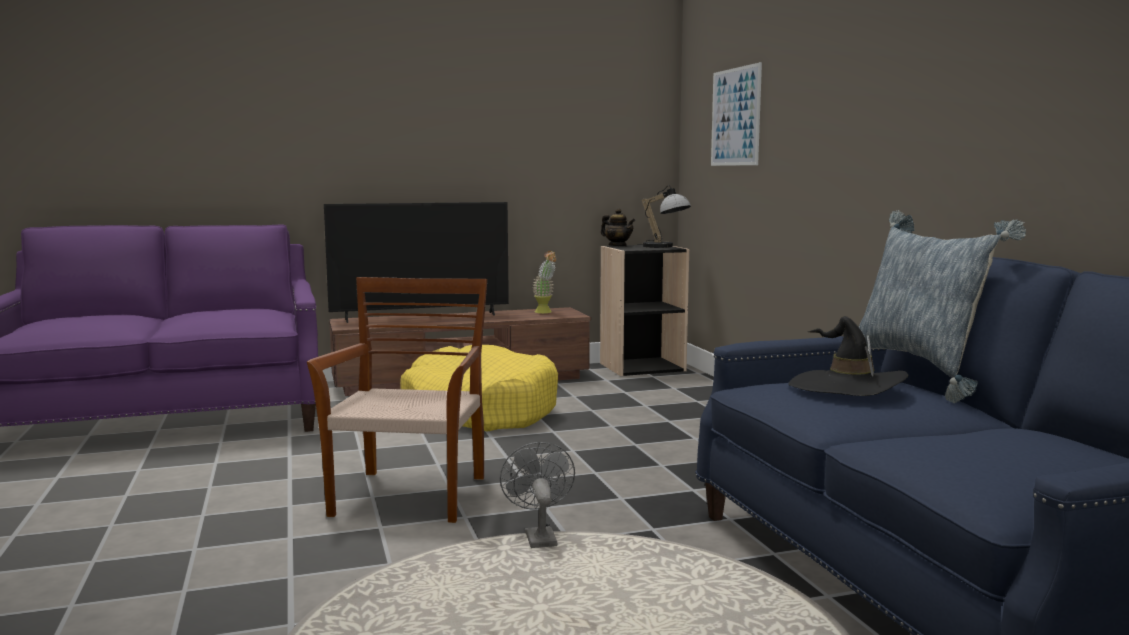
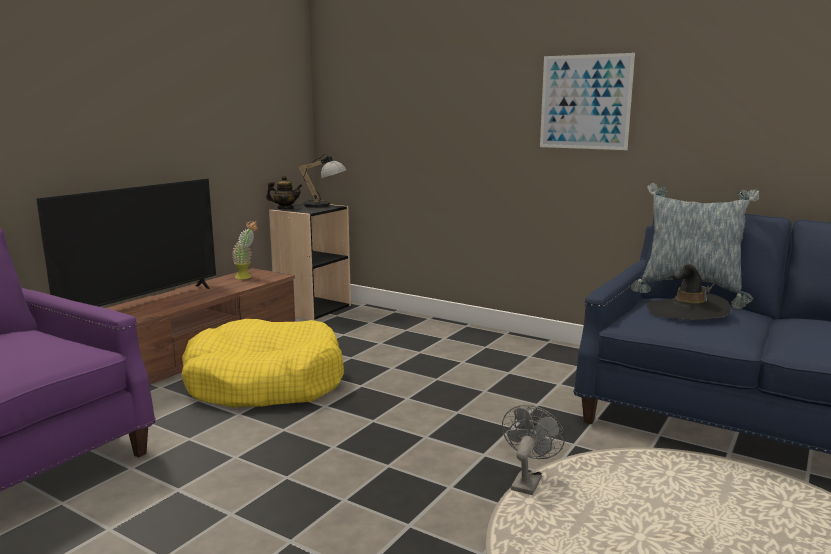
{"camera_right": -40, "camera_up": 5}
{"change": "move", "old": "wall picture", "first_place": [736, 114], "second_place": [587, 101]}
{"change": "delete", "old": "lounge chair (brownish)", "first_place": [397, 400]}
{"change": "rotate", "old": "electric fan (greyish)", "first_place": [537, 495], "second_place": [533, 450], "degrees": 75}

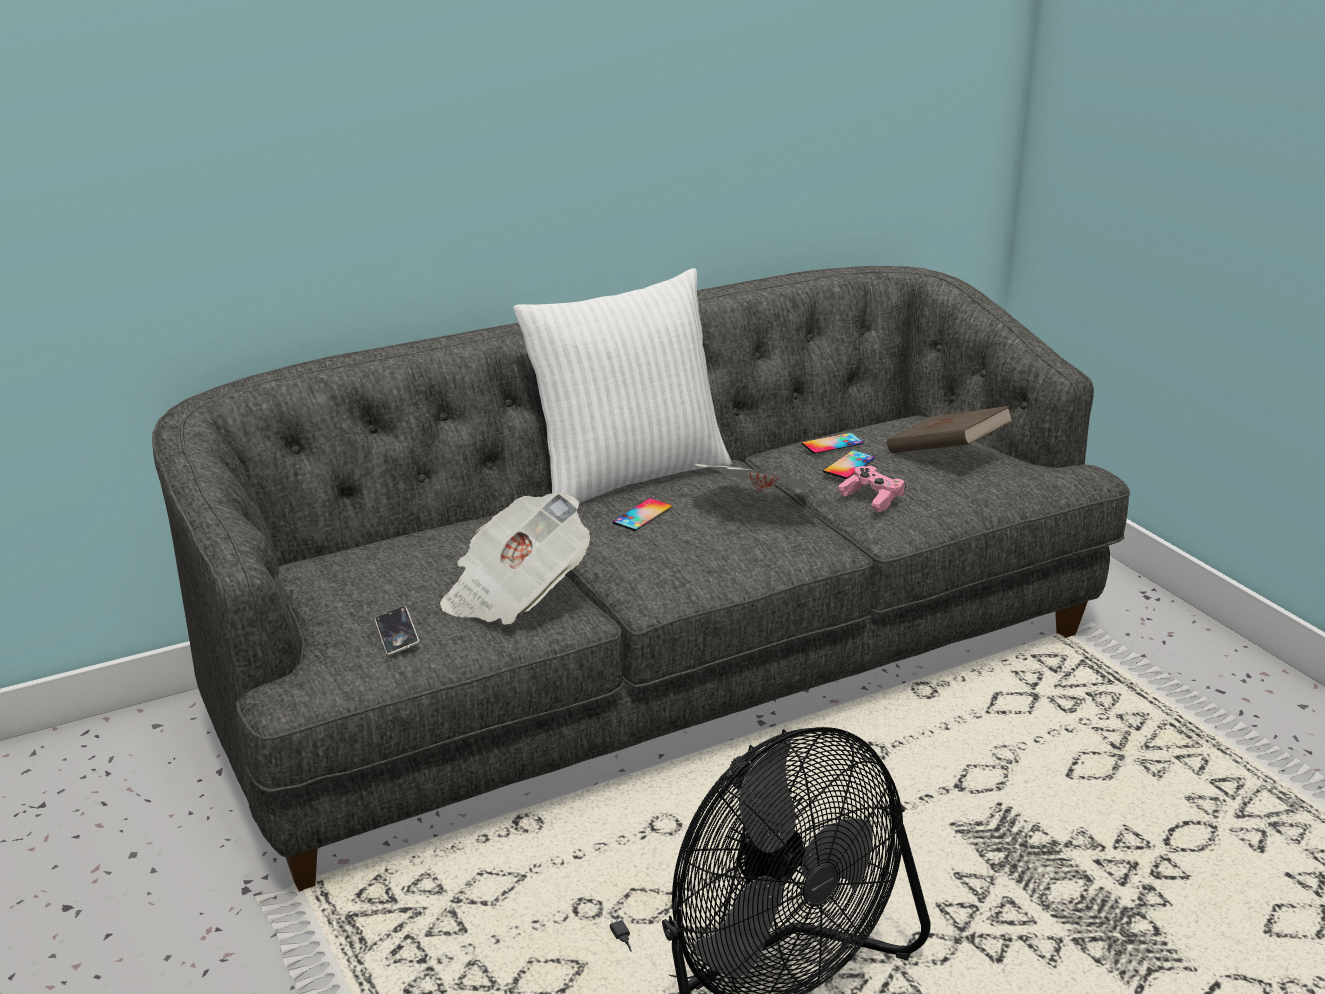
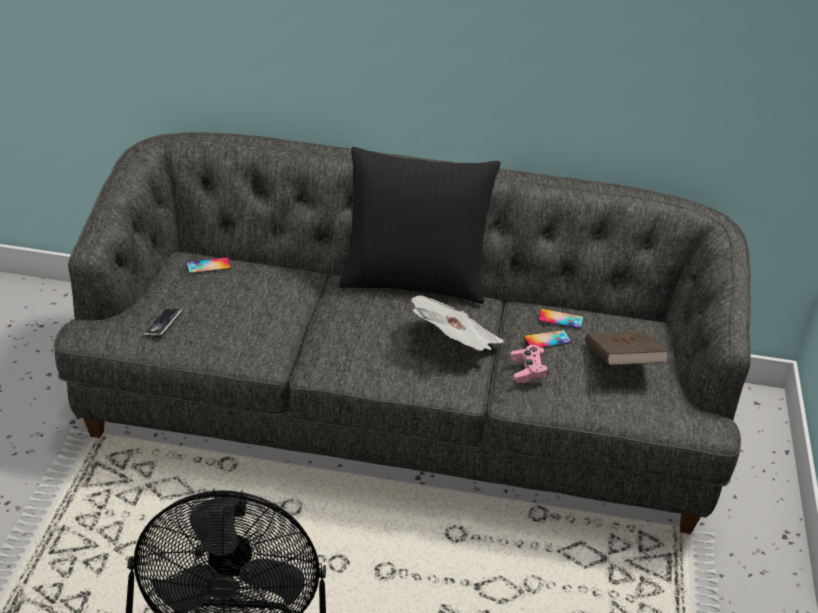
{"camera_right": 35, "camera_up": 10}
{"change": "recolor", "old": "throw pillow (white)", "new": "throw pillow (blackish)", "first_place": [622, 385], "second_place": [420, 225]}
{"change": "delete", "old": "daily paper", "first_place": [515, 559]}
{"change": "move", "old": "handset", "first_place": [642, 514], "second_place": [208, 265]}

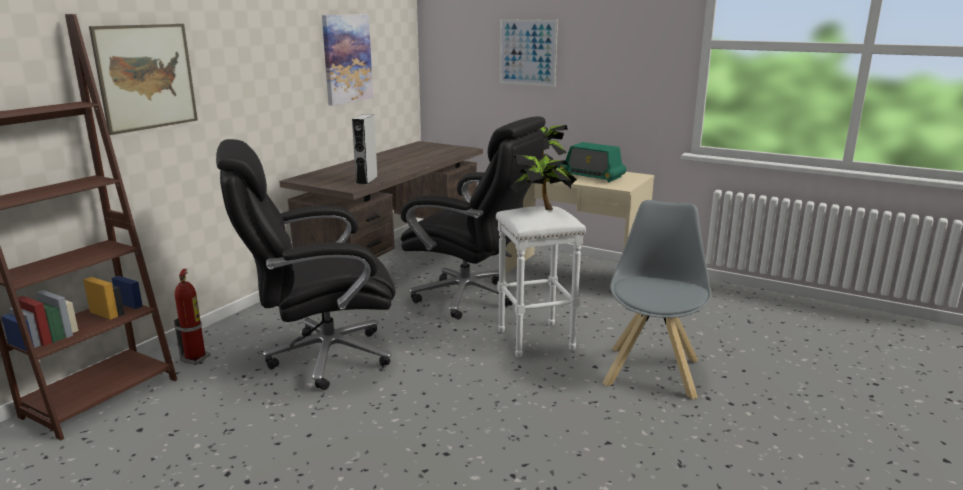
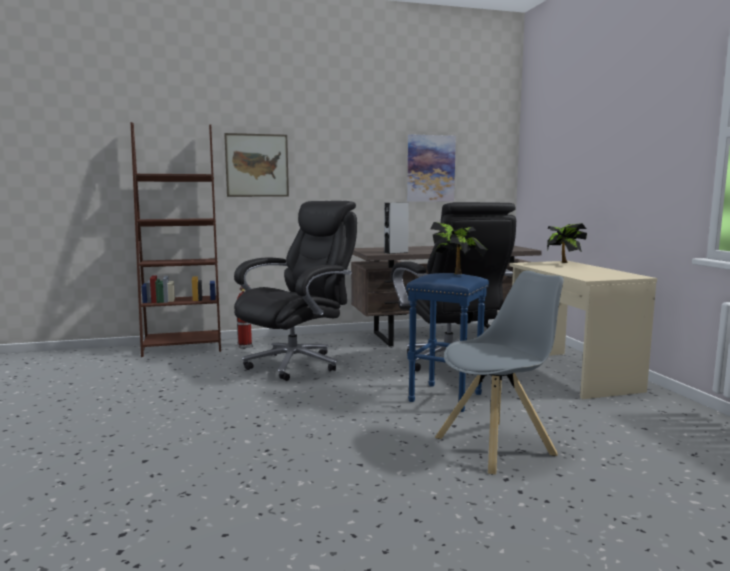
{"camera_right": 45, "camera_up": -10}
{"change": "delete", "old": "wall picture", "first_place": [529, 52]}
{"change": "rotate", "old": "desk chair (blackish)", "first_place": [306, 264], "second_place": [295, 291], "degrees": 105}
{"change": "delete", "old": "radio receiver", "first_place": [592, 162]}
{"change": "recolor", "old": "sitting stool (white)", "new": "sitting stool (blue-coloured)", "first_place": [541, 282], "second_place": [447, 342]}

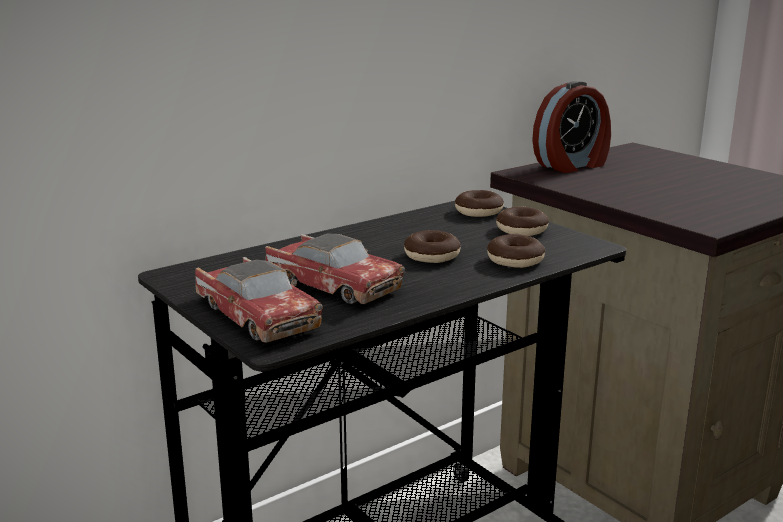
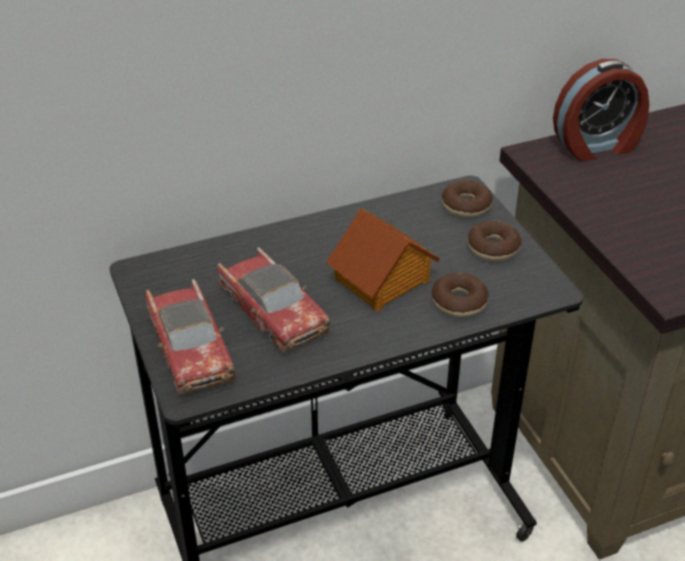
{"camera_right": 15, "camera_up": 20}
{"change": "replace", "old": "ring doughnut", "new": "model house", "first_place": [432, 246], "second_place": [383, 259]}

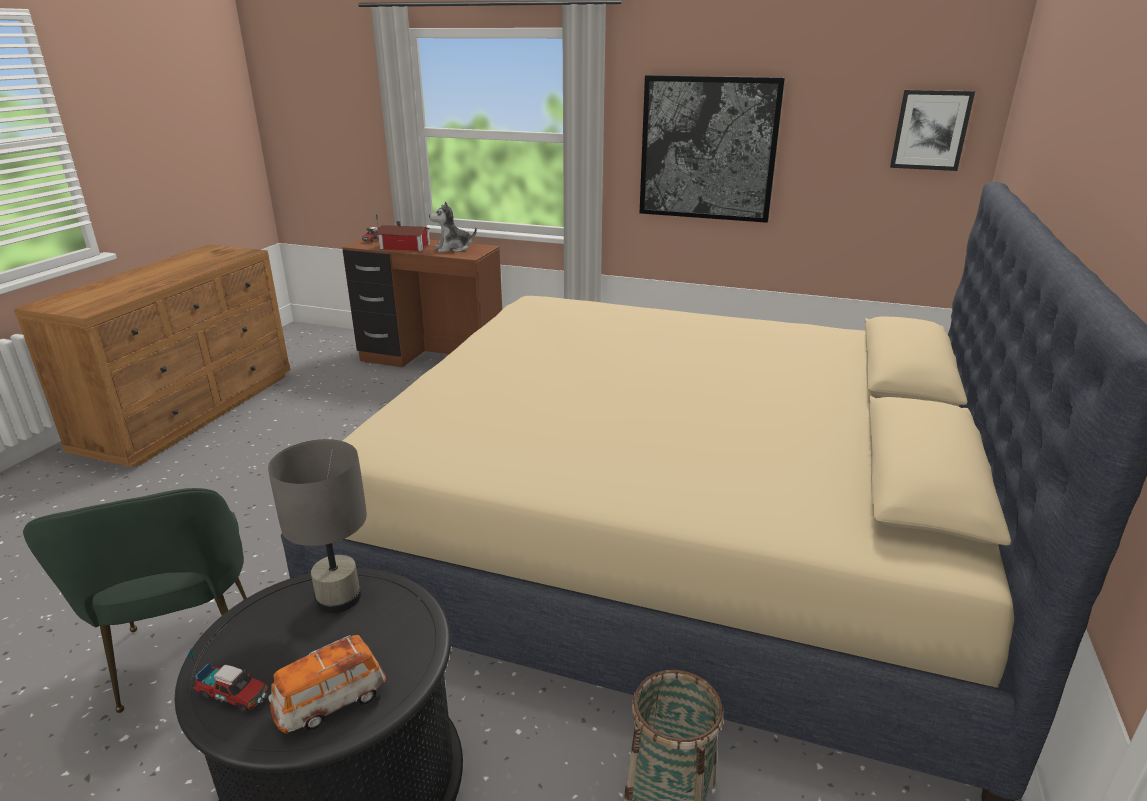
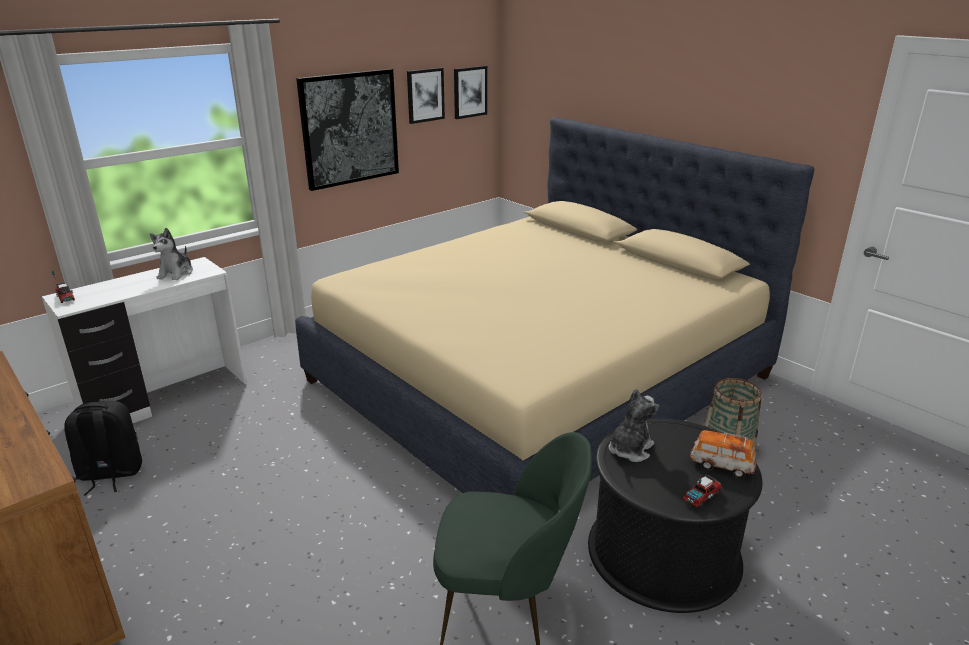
{"camera_right": -60, "camera_up": 0}
{"change": "delete", "old": "model house", "first_place": [403, 236]}
{"change": "recolor", "old": "desk (brownish)", "new": "desk (white)", "first_place": [422, 302], "second_place": [144, 340]}
{"change": "replace", "old": "table lamp (greyish)", "new": "soft toy", "first_place": [317, 526], "second_place": [634, 425]}
{"change": "rotate", "old": "model car", "first_place": [327, 684], "second_place": [723, 454], "degrees": 120}
{"change": "insert", "new": "wall picture", "second_place": [426, 96]}
{"change": "insert", "new": "rucksack (blackish)", "second_place": [103, 448]}

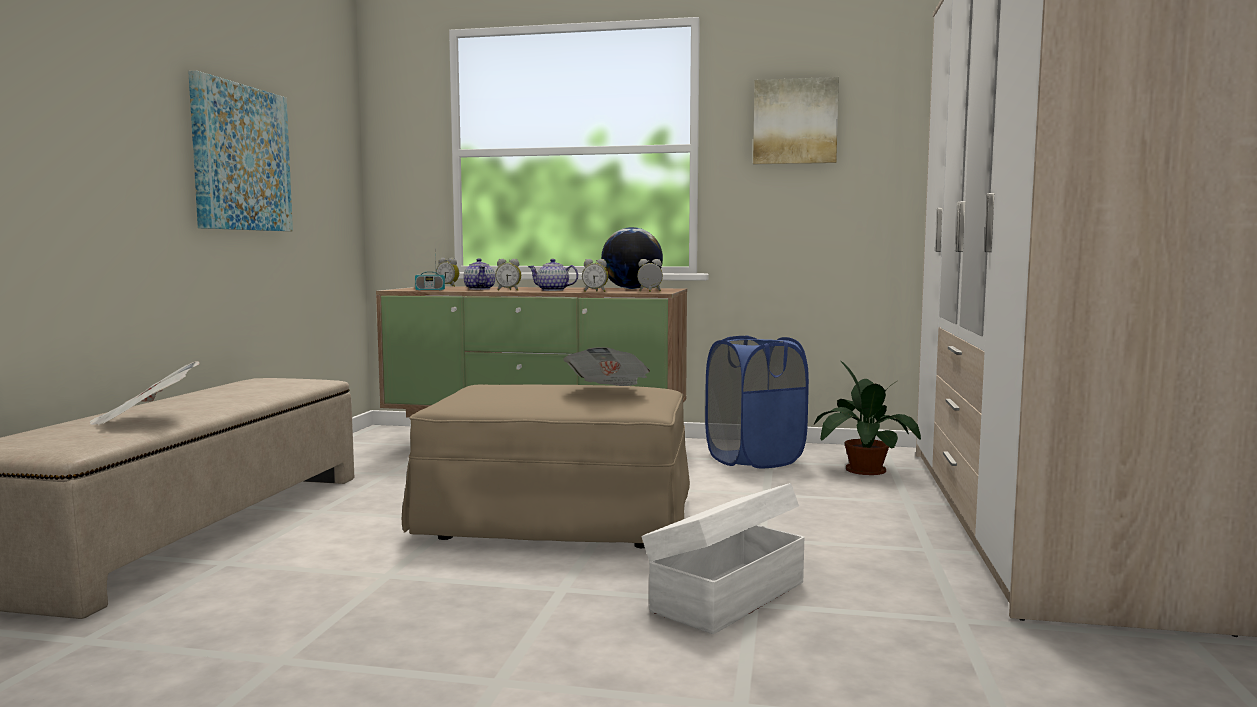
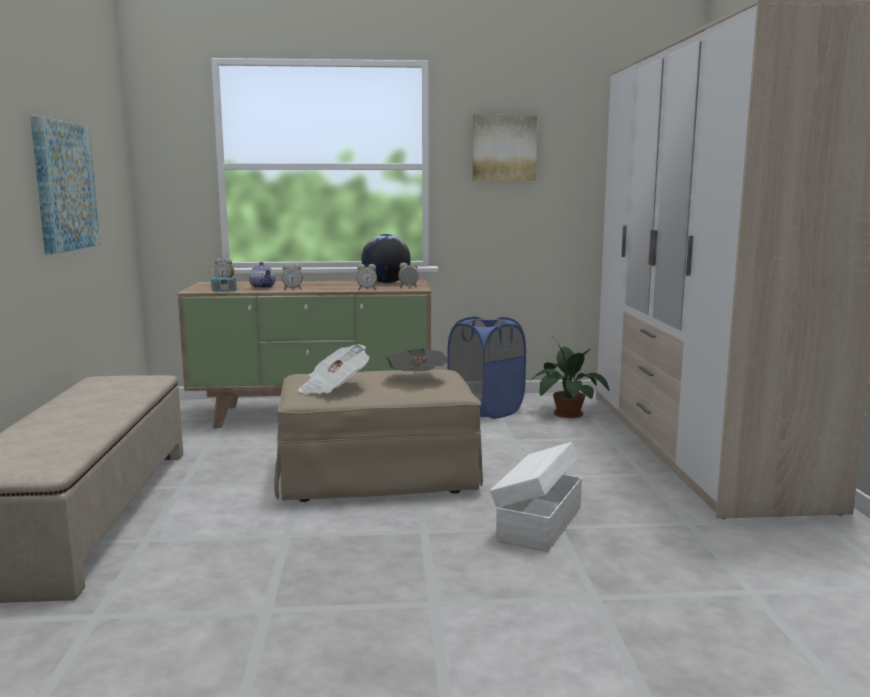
{"camera_right": -15, "camera_up": 5}
{"change": "delete", "old": "tea pot", "first_place": [553, 275]}
{"change": "move", "old": "daily paper", "first_place": [144, 393], "second_place": [333, 369]}

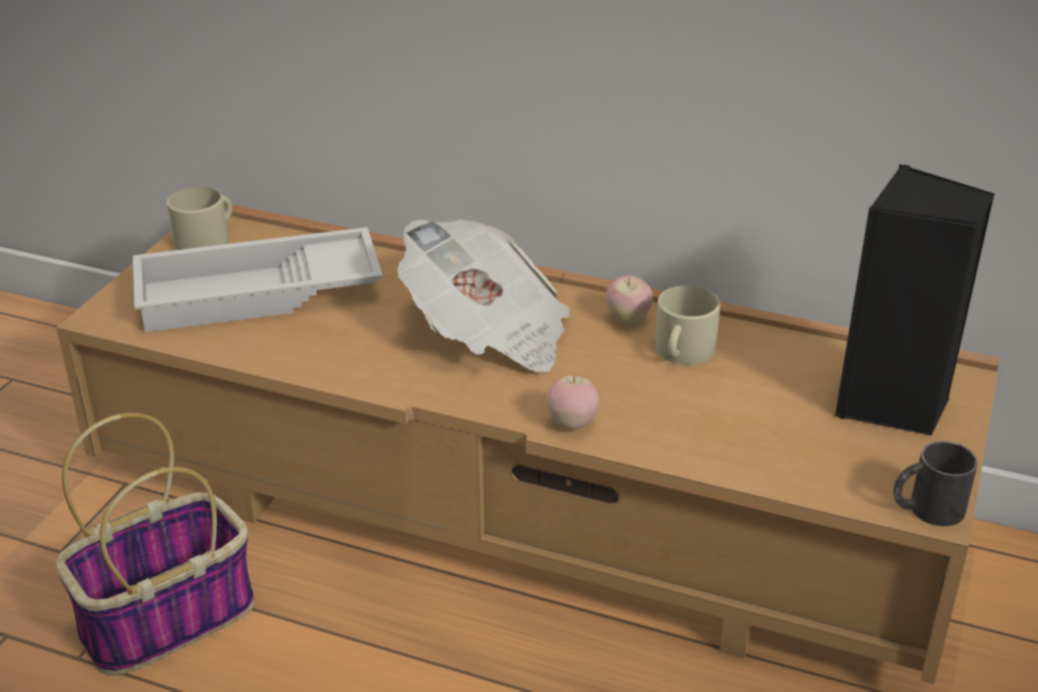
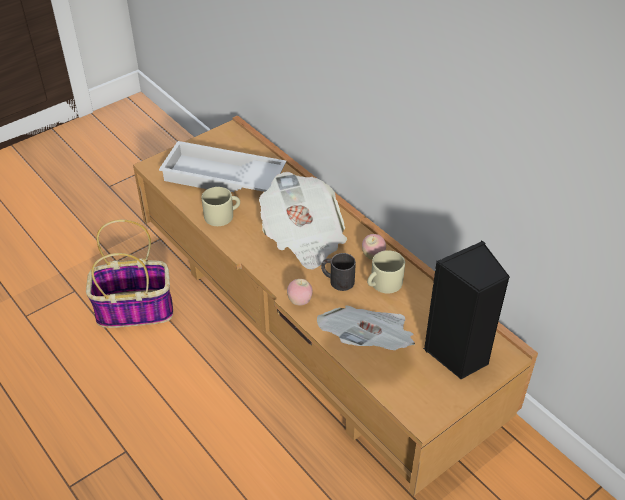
{"camera_right": 30, "camera_up": 10}
{"change": "move", "old": "tea mug (sand-coloured)", "first_place": [200, 218], "second_place": [220, 206]}
{"change": "move", "old": "tea mug (blackish)", "first_place": [935, 483], "second_place": [338, 272]}
{"change": "insert", "new": "daily paper", "second_place": [366, 327]}

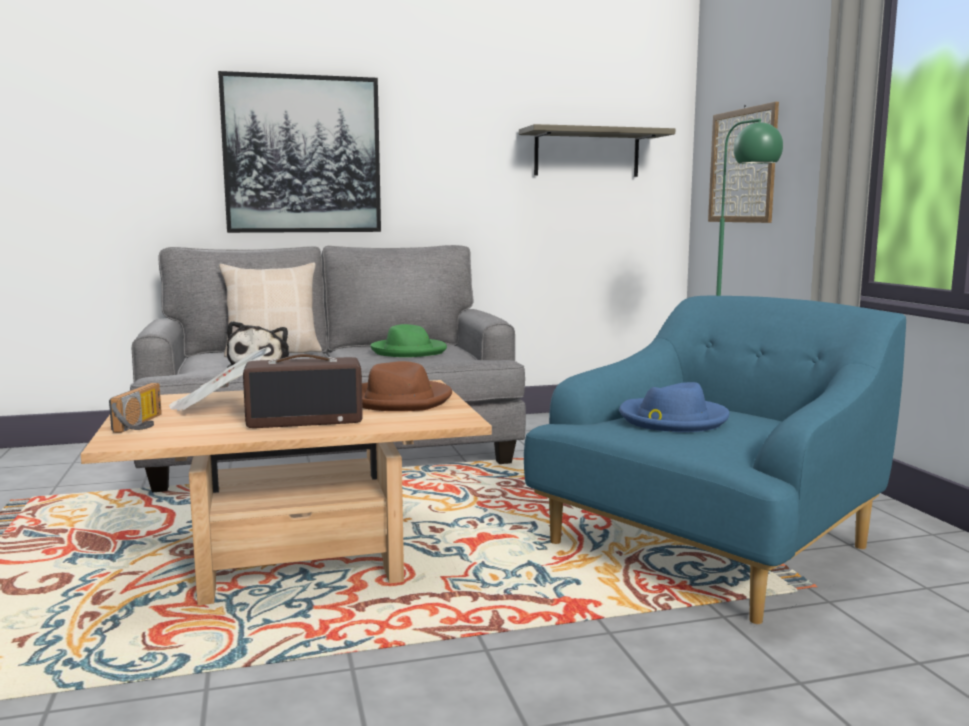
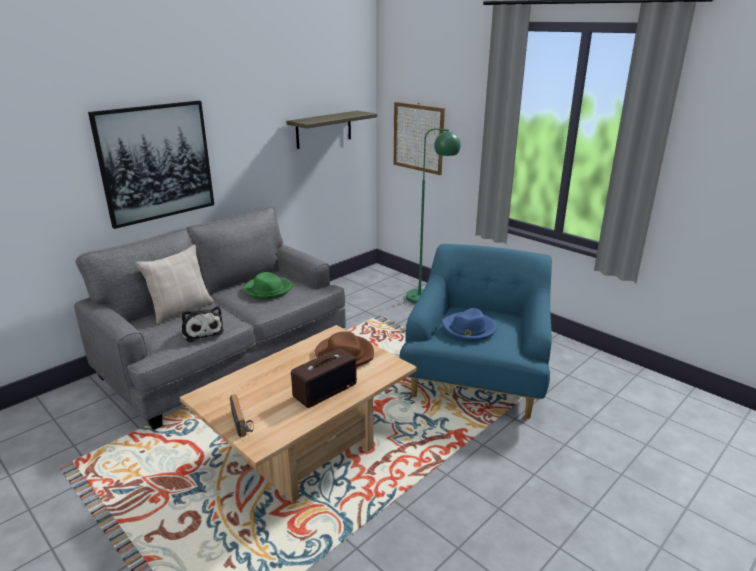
{"camera_right": -30, "camera_up": 15}
{"change": "delete", "old": "daily paper", "first_place": [220, 379]}

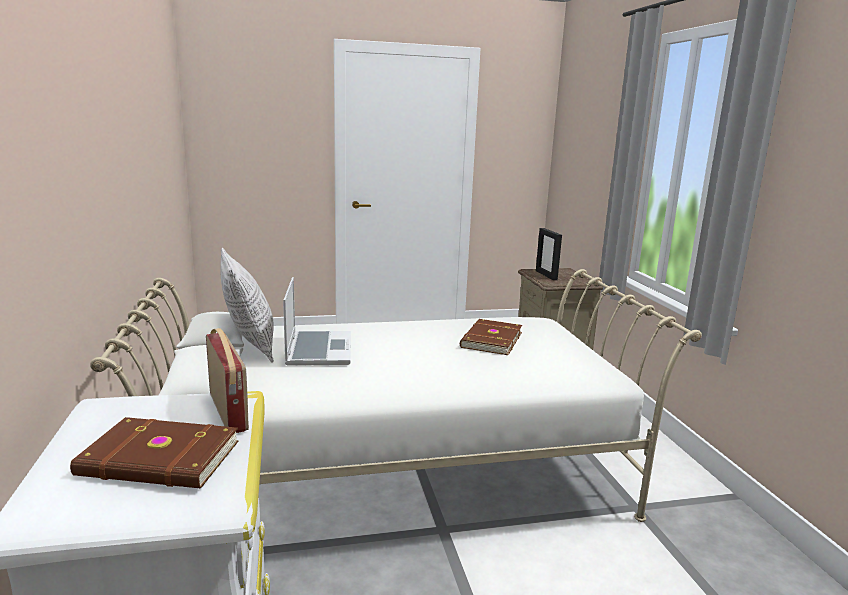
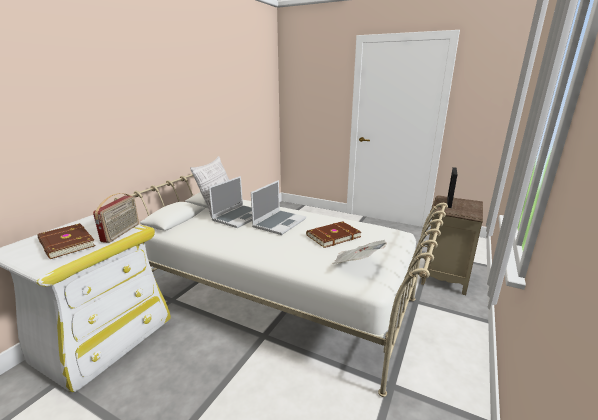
{"camera_right": 40, "camera_up": 5}
{"change": "insert", "new": "laptop", "second_place": [278, 207]}
{"change": "insert", "new": "daily paper", "second_place": [360, 252]}

